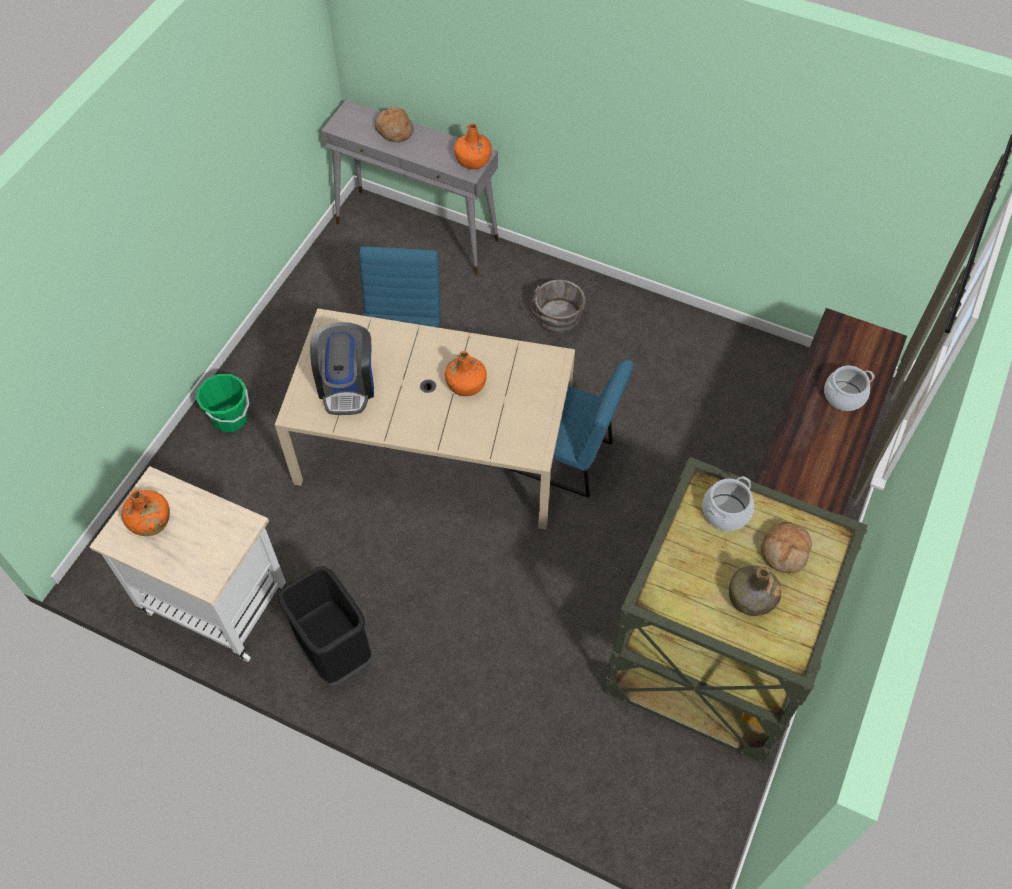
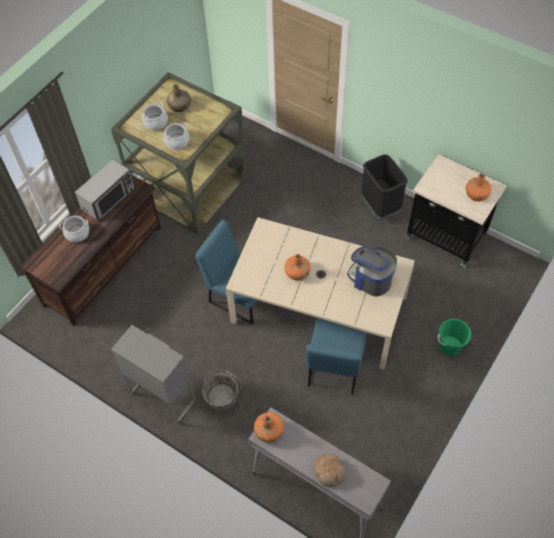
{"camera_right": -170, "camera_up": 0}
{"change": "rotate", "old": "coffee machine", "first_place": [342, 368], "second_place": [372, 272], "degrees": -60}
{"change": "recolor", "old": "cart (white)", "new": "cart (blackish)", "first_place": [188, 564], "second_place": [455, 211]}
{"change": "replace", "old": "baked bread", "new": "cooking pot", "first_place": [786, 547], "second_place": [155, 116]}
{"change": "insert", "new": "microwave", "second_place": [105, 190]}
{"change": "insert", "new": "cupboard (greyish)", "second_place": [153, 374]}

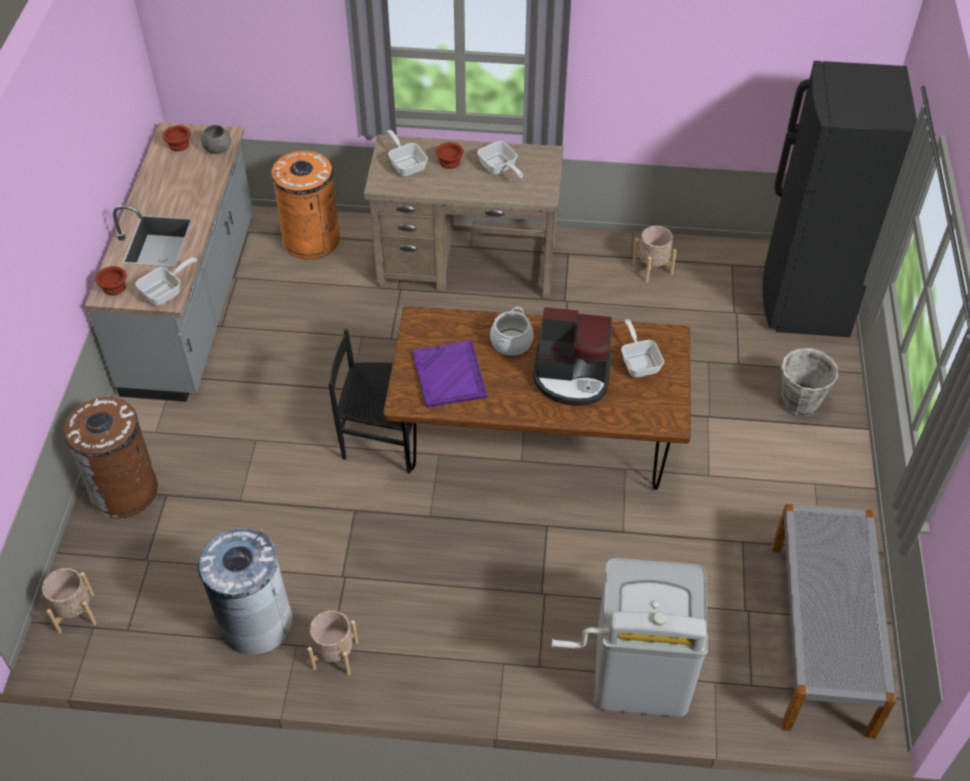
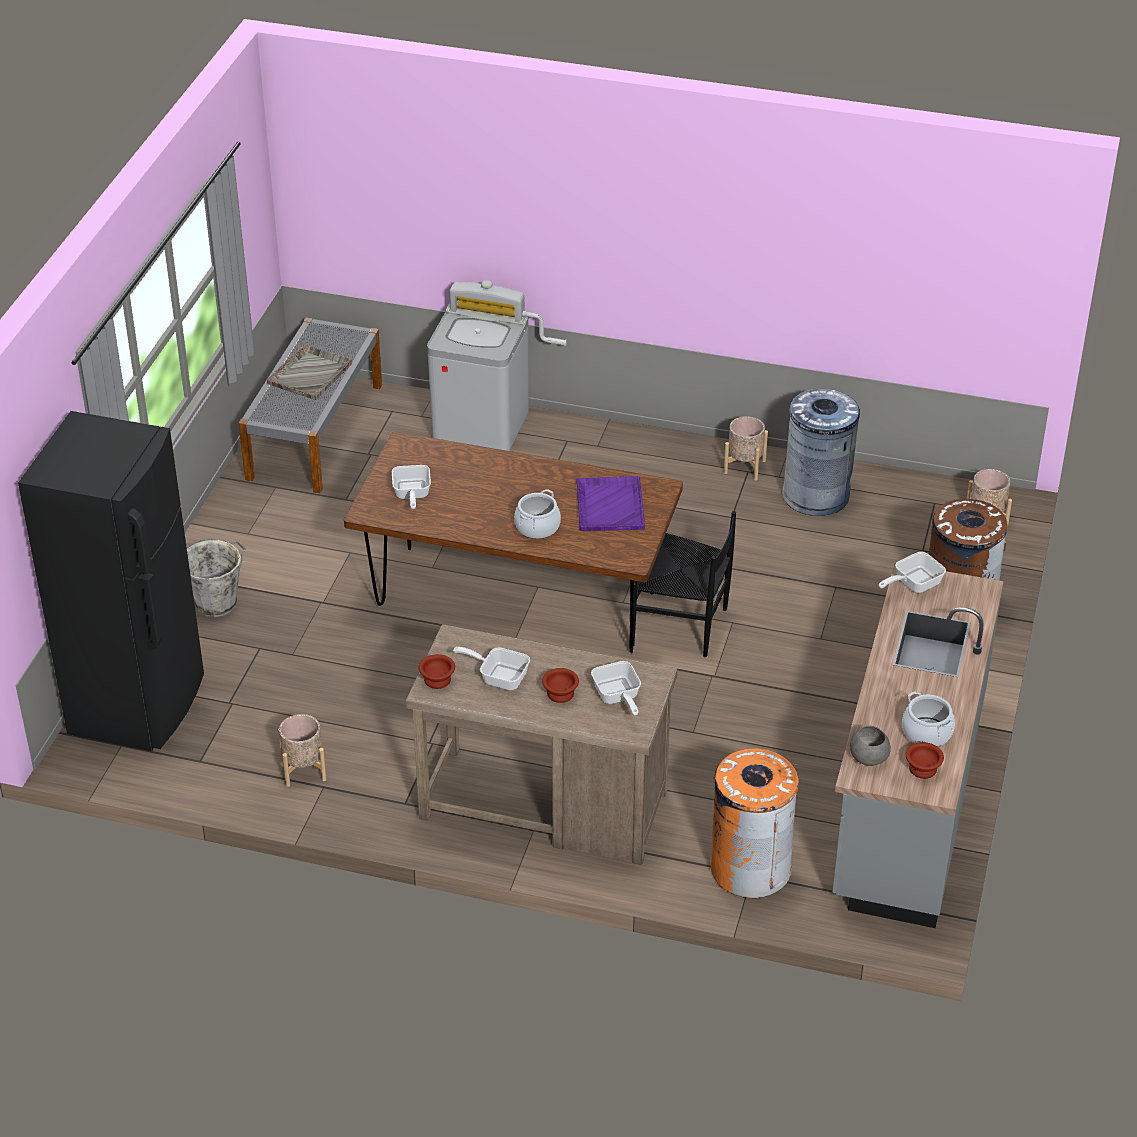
{"camera_right": -170, "camera_up": -10}
{"change": "rotate", "old": "pan", "first_place": [500, 159], "second_place": [491, 668], "degrees": -45}
{"change": "move", "old": "deep dish (brownish)", "first_place": [111, 281], "second_place": [437, 671]}
{"change": "delete", "old": "coffee machine", "first_place": [572, 356]}
{"change": "insert", "new": "serving tray (greyish)", "second_place": [309, 372]}
{"change": "insert", "new": "cooking pot", "second_place": [928, 718]}

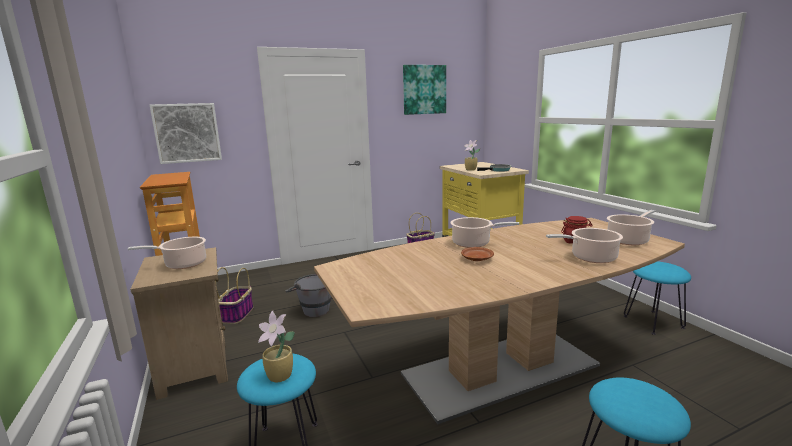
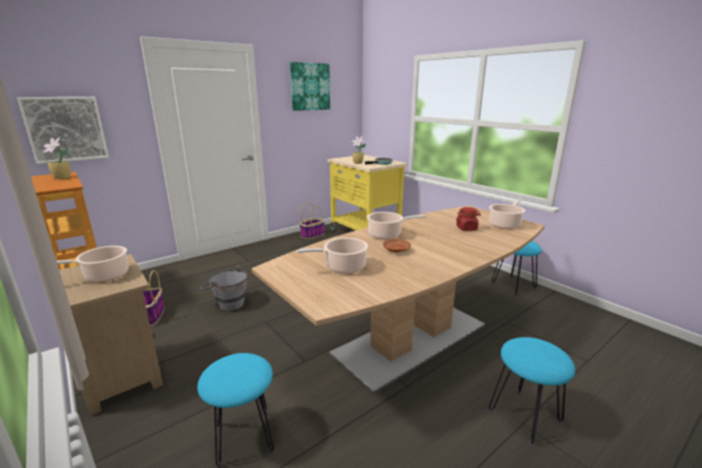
{"camera_right": -15, "camera_up": 5}
{"change": "move", "old": "cooking pot", "first_place": [584, 245], "second_place": [332, 256]}
{"change": "move", "old": "houseplant", "first_place": [276, 346], "second_place": [56, 158]}

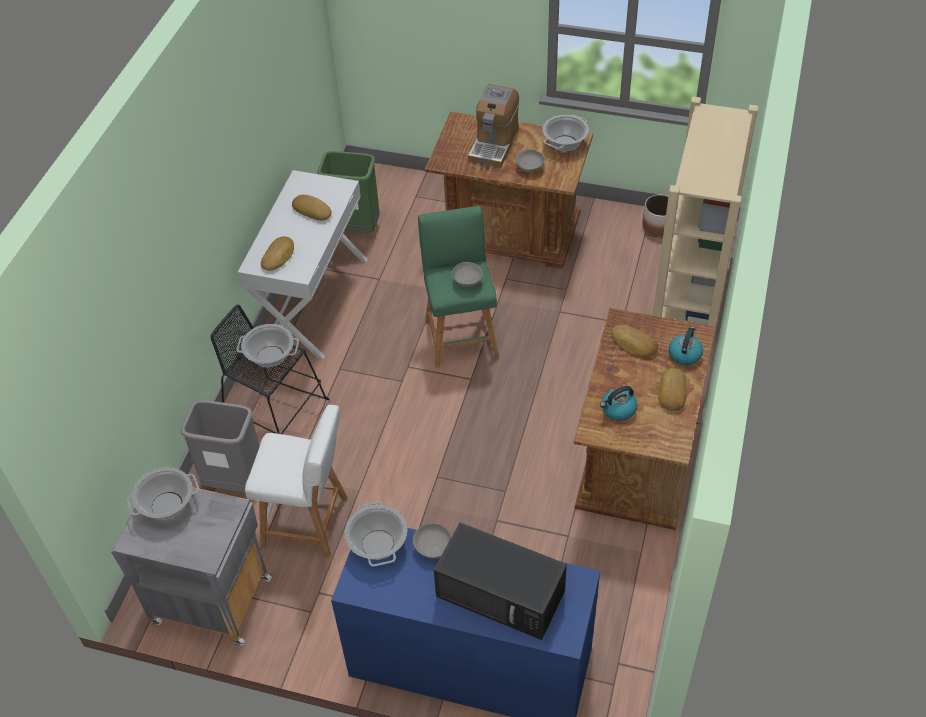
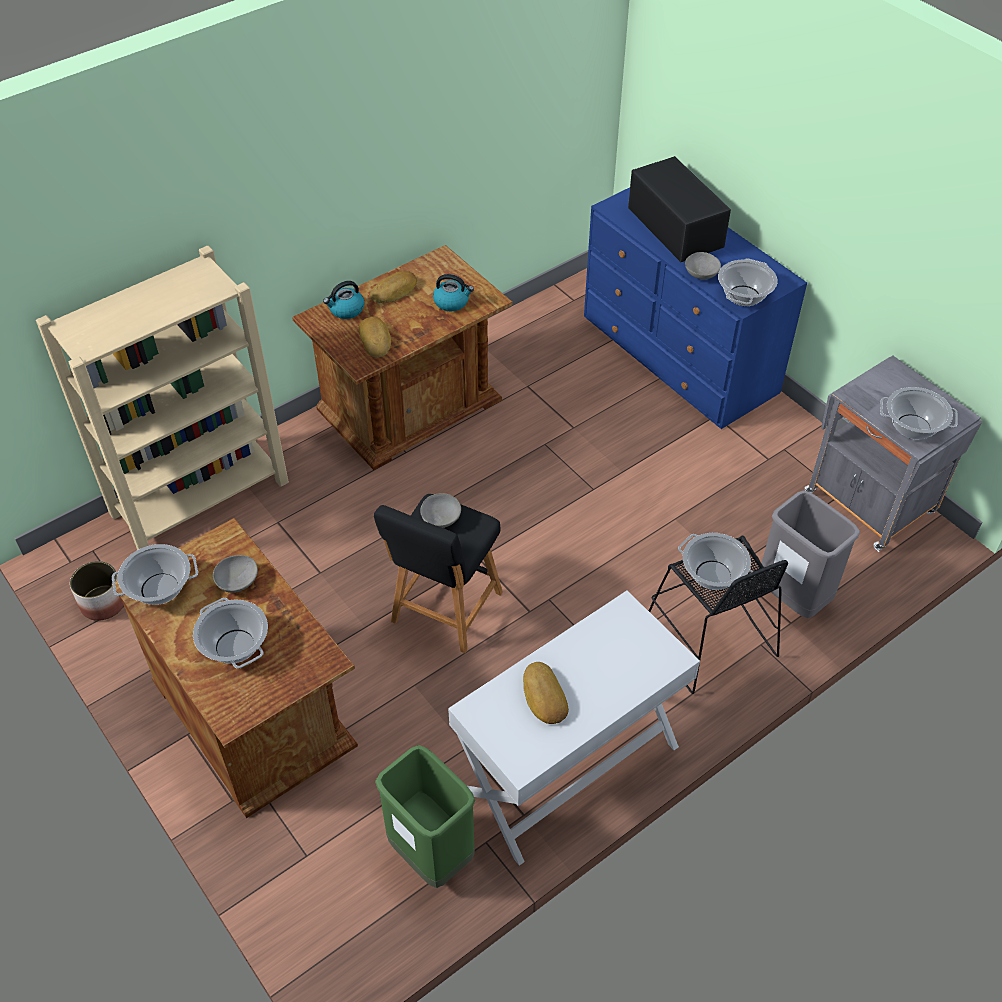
{"camera_right": -145, "camera_up": 0}
{"change": "replace", "old": "coffee machine", "new": "cooking pot", "first_place": [493, 125], "second_place": [230, 633]}
{"change": "recolor", "old": "sitting stool (green)", "new": "sitting stool (blackish)", "first_place": [458, 287], "second_place": [438, 573]}
{"change": "delete", "old": "baked bread", "first_place": [277, 253]}
{"change": "delete", "old": "sitting stool (white)", "first_place": [296, 481]}

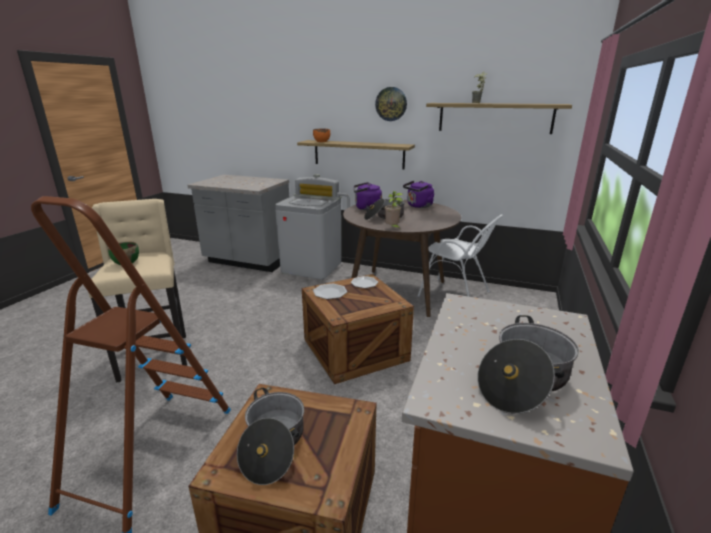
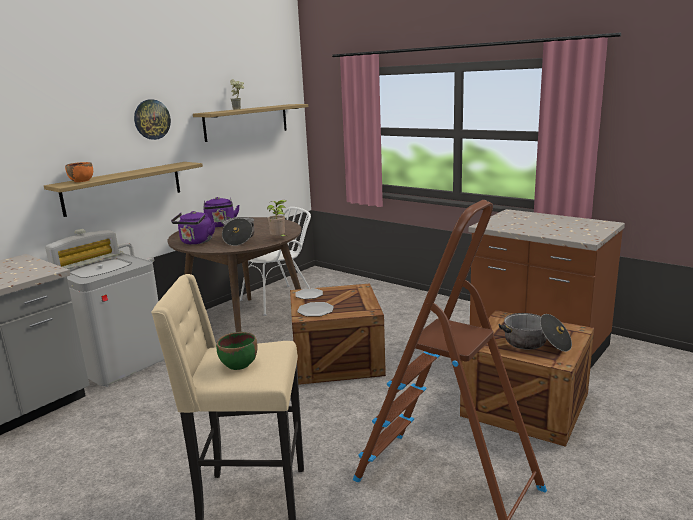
{"camera_right": -70, "camera_up": -5}
{"change": "delete", "old": "cooking pot", "first_place": [528, 364]}

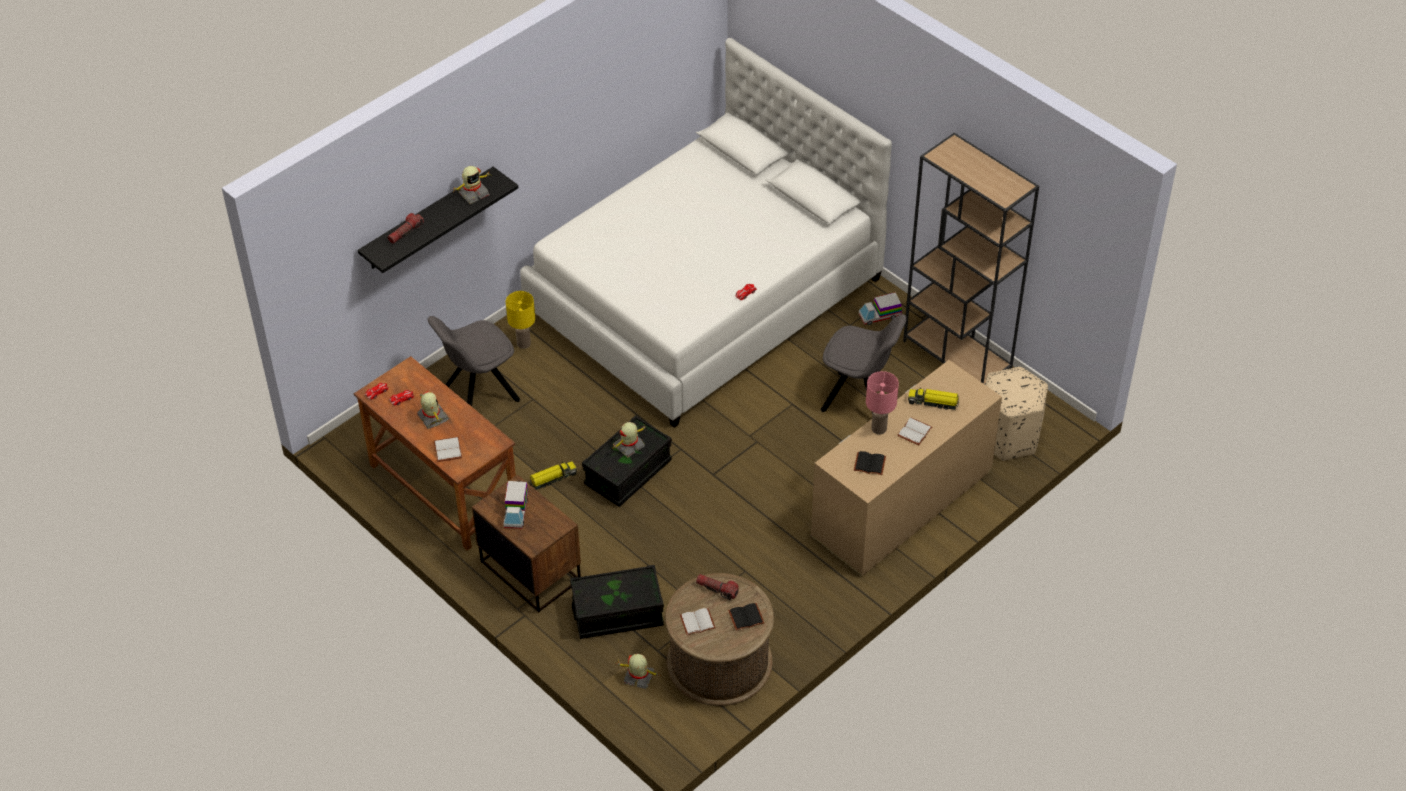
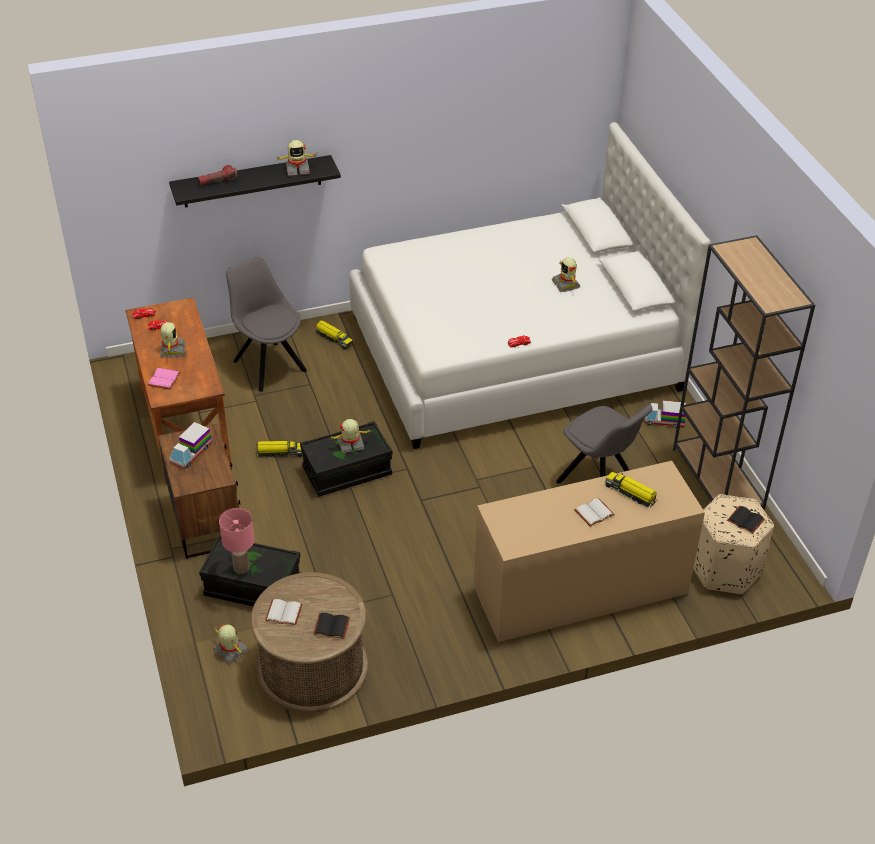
{"camera_right": 25, "camera_up": -5}
{"change": "replace", "old": "table lamp (yellowish)", "new": "toy lorry", "first_place": [520, 320], "second_place": [334, 335]}
{"change": "rotate", "old": "plain chair (greyish)", "first_place": [474, 361], "second_place": [266, 324], "degrees": 60}
{"change": "move", "old": "table lamp (pinkish)", "first_place": [882, 402], "second_place": [236, 541]}
{"change": "recolor", "old": "bound book (white)", "new": "bound book (pinkish)", "first_place": [448, 449], "second_place": [164, 378]}
{"change": "move", "old": "bound book (blackish)", "first_place": [870, 463], "second_place": [746, 520]}
{"change": "delete", "old": "flashlight", "first_place": [717, 587]}
{"change": "insert", "new": "model robot", "second_place": [566, 274]}

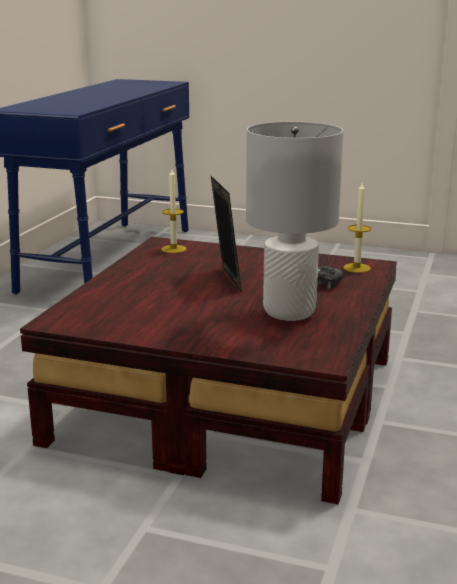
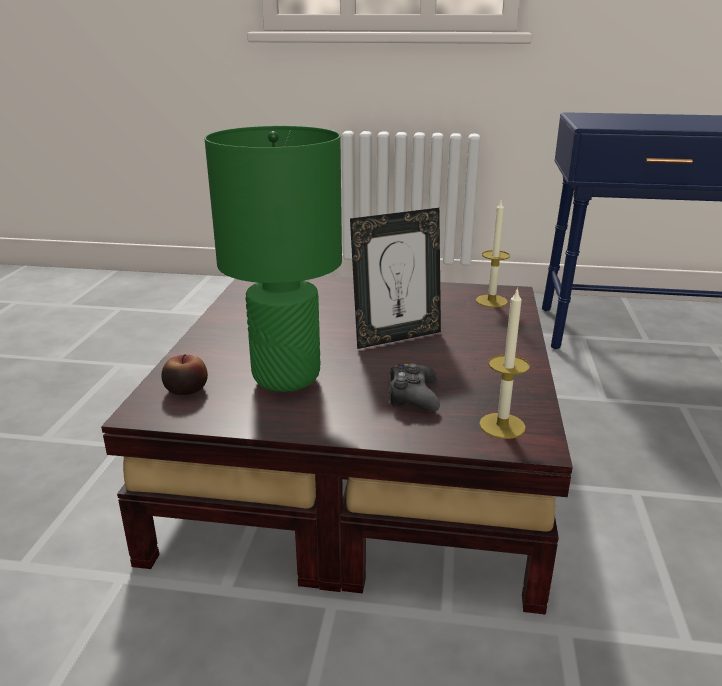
{"camera_right": 80, "camera_up": 5}
{"change": "recolor", "old": "table lamp (greyish)", "new": "table lamp (green)", "first_place": [294, 221], "second_place": [273, 259]}
{"change": "insert", "new": "apple", "second_place": [185, 374]}

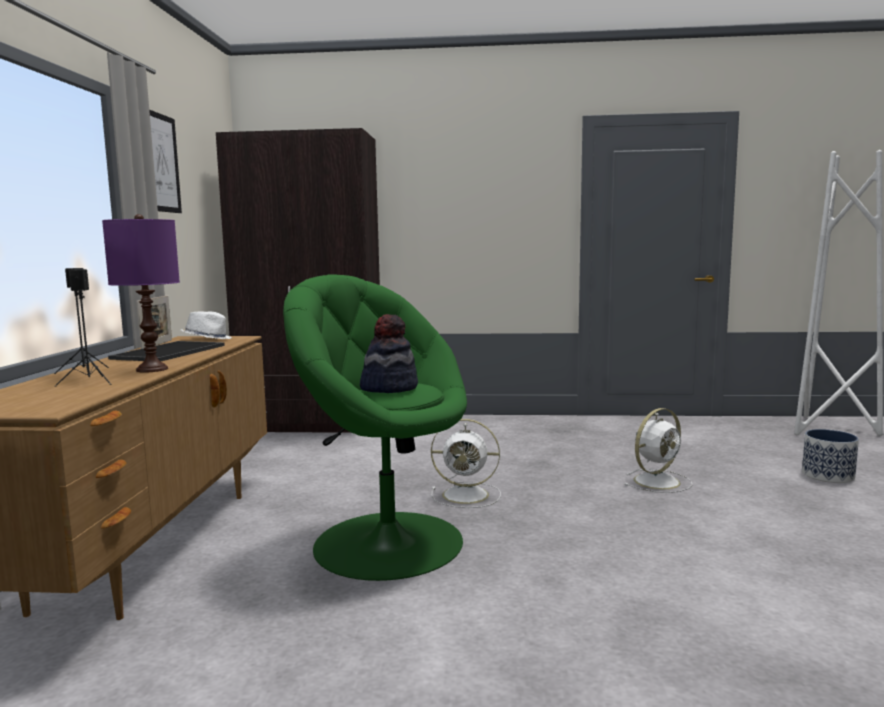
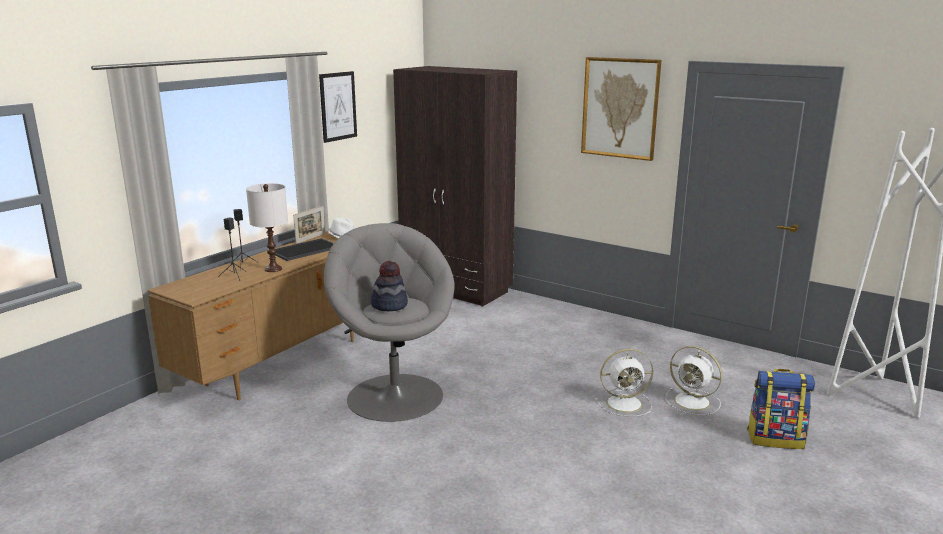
{"camera_right": 30, "camera_up": 10}
{"change": "recolor", "old": "table lamp (purple-coloured)", "new": "table lamp (white)", "first_place": [141, 293], "second_place": [267, 227]}
{"change": "recolor", "old": "lounge chair (green)", "new": "lounge chair (greyish)", "first_place": [375, 427], "second_place": [389, 322]}
{"change": "move", "old": "electric fan (white)", "first_place": [466, 463], "second_place": [694, 380]}
{"change": "replace", "old": "flower pot", "new": "rucksack", "first_place": [830, 456], "second_place": [781, 409]}
{"change": "insert", "new": "wall picture", "second_place": [621, 109]}

